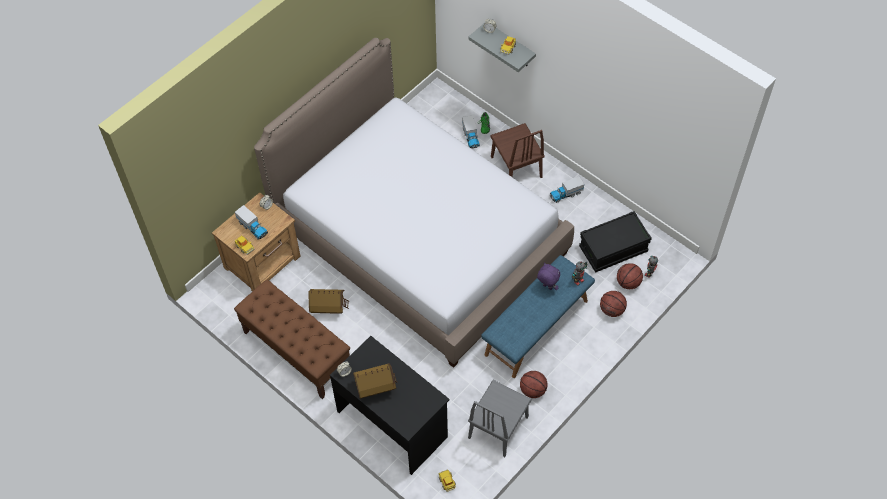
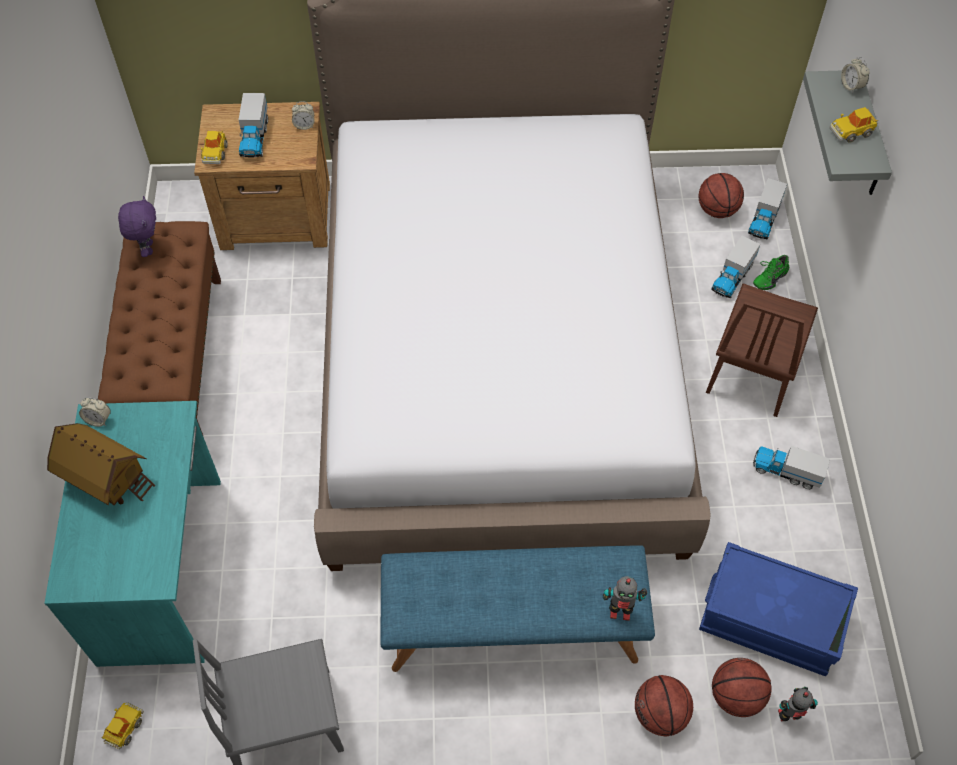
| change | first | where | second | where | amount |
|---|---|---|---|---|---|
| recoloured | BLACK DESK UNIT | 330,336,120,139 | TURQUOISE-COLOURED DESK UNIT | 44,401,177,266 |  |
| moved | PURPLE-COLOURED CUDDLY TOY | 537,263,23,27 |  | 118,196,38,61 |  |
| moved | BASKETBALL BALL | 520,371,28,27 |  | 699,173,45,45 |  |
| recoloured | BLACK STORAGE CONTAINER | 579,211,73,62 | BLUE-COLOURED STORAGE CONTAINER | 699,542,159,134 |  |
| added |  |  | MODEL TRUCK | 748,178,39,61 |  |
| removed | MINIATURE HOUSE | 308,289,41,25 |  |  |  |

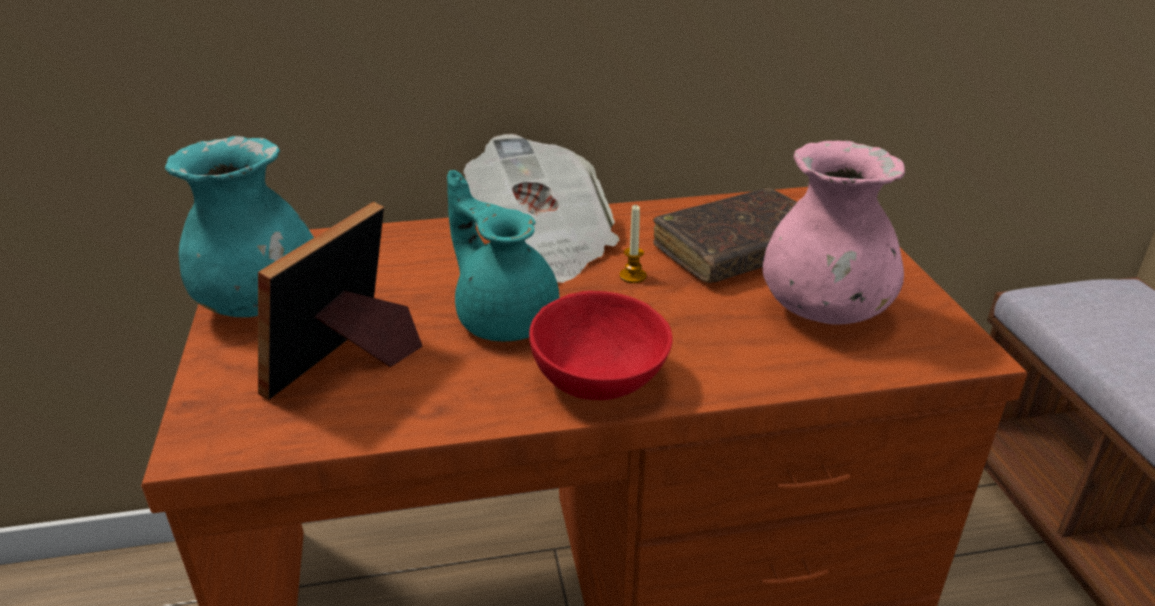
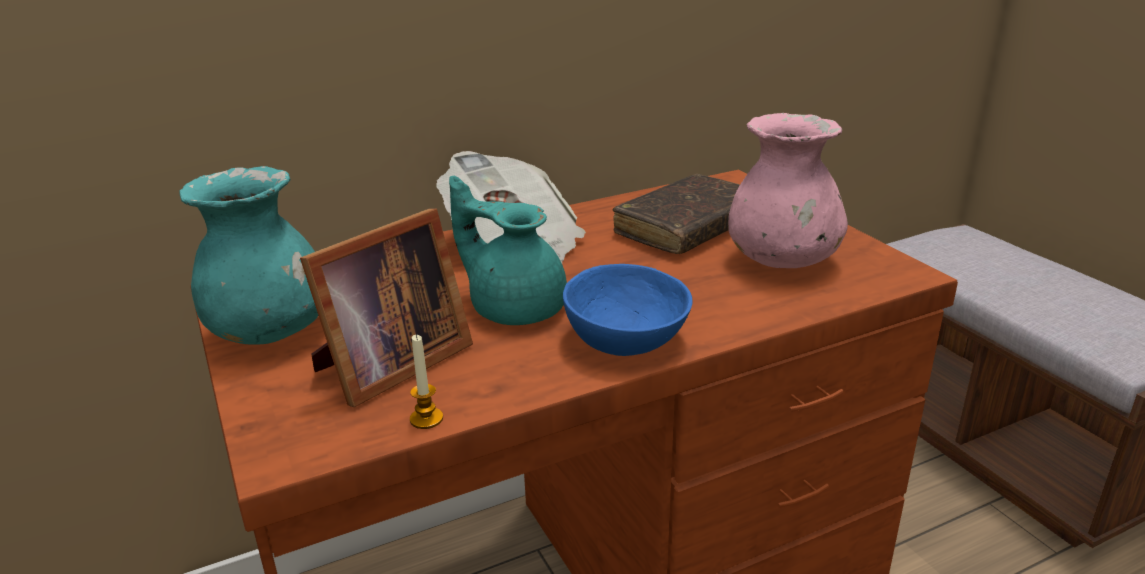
| change | first | where | second | where | amount |
|---|---|---|---|---|---|
| turned | PICTURE FRAME | 258,202,164,198 |  | 300,208,173,199 | 150 degrees counterclockwise |
| moved | WAX LIGHT | 620,205,27,78 |  | 410,334,33,95 |  |
| recoloured | RED SERVING BOWL | 529,291,144,109 | BLUE-COLOURED SERVING BOWL | 563,264,129,92 |  |

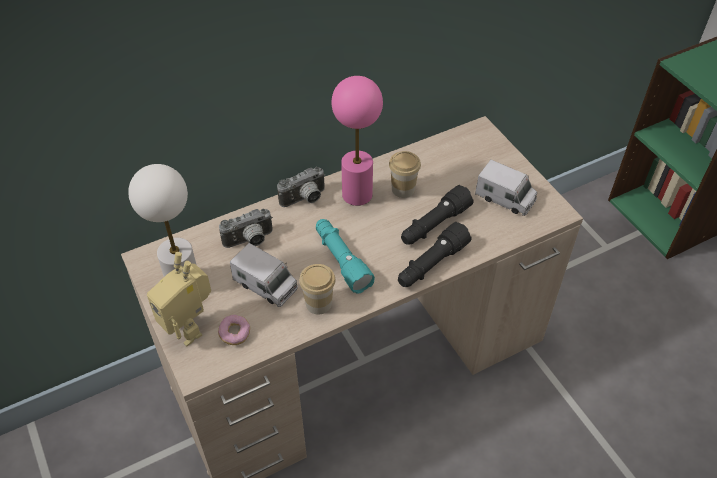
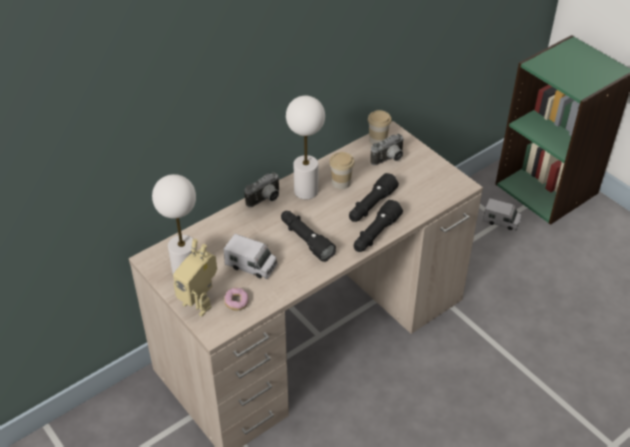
| change | first | where | second | where | amount |
|---|---|---|---|---|---|
| recoloured | TURQUOISE-COLOURED TORCH | 316,219,59,75 | BLACK TORCH | 281,211,55,51 |  |
| recoloured | PINK-COLOURED LAMP FOR A TABLE | 331,76,52,130 | WHITE-COLOURED LAMP FOR A TABLE | 286,96,39,104 |  |
| moved | DRINKING CUP | 299,264,36,51 |  | 368,110,24,35 |  |
| moved | STILL CAMERA | 219,208,54,40 |  | 370,134,34,31 |  |
| moved | MODEL TRUCK | 475,160,62,56 |  | 483,198,38,32 |  |

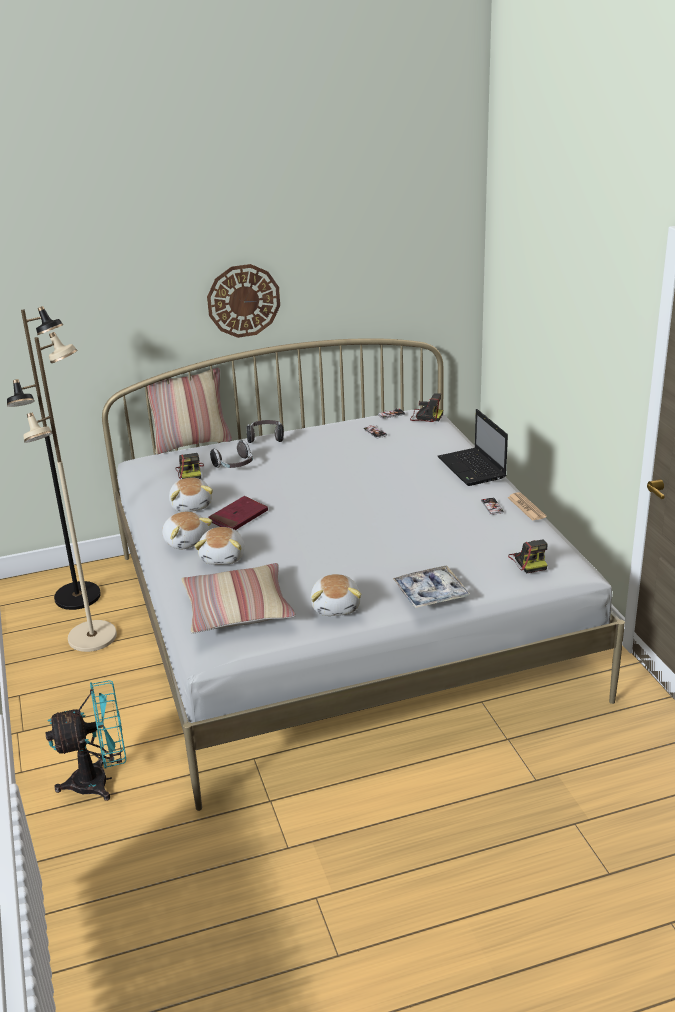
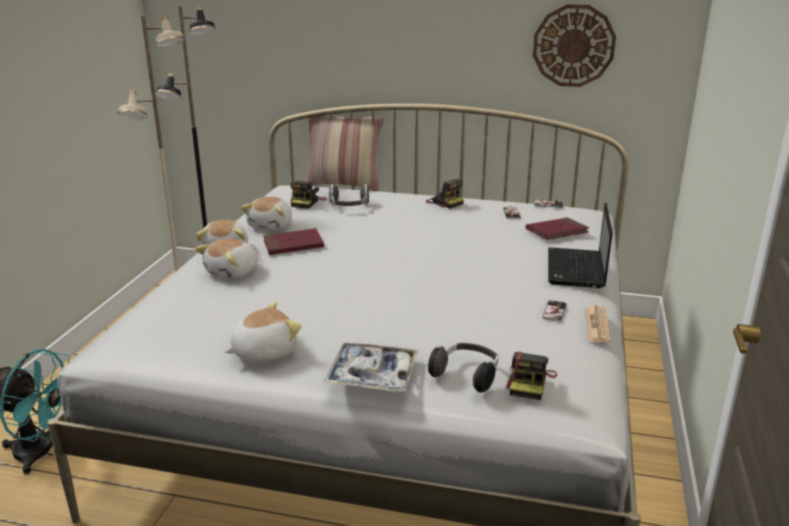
| change | first | where | second | where | amount |
|---|---|---|---|---|---|
| turned | CUDDLY TOY | 311,574,50,42 |  | 225,302,77,60 | 150 degrees counterclockwise |
| moved | STILL CAMERA | 410,393,33,29 |  | 426,179,38,29 |  |
| moved | HEADPHONES | 246,420,38,23 |  | 428,343,70,49 |  |
| added |  |  | RED VOLUME | 526,217,63,23 |  |
| moved | WALL CLOCK | 207,264,73,74 |  | 533,4,83,83 |  |
| removed | THROW PILLOW | 182,563,114,71 |  |  |  |

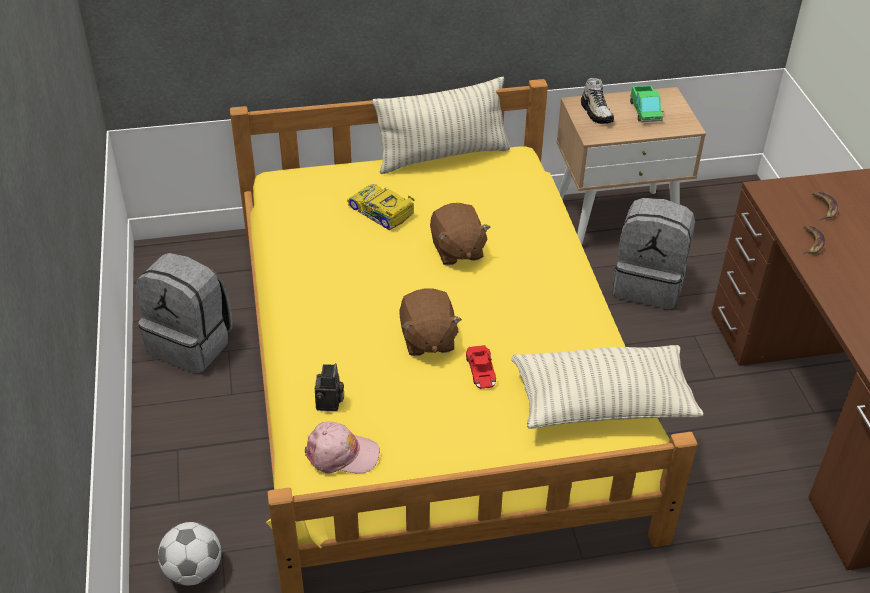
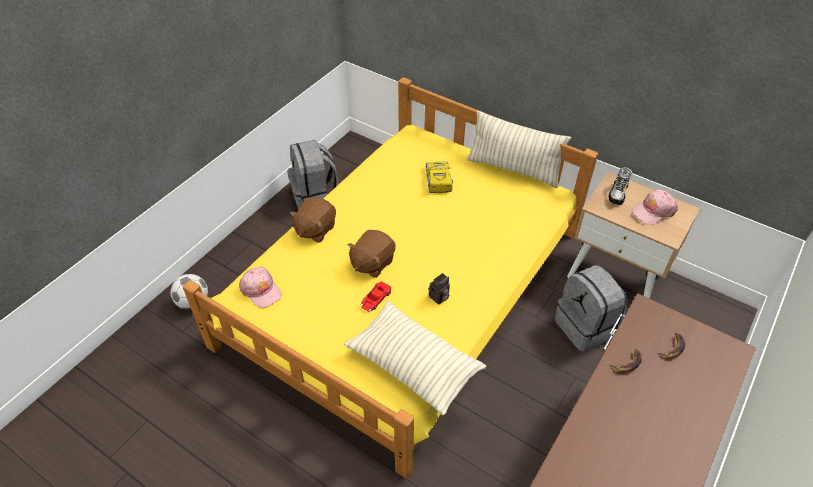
| change | first | where | second | where | amount |
|---|---|---|---|---|---|
| moved | BROWN CUDDLY TOY | 430,203,61,62 |  | 290,197,46,45 |  |
| moved | STILL CAMERA | 315,363,29,48 |  | 428,273,22,31 |  |
| replaced | MODEL TRUCK | 630,85,34,37 | PINK-COLOURED CAP | 632,190,46,35 |  |

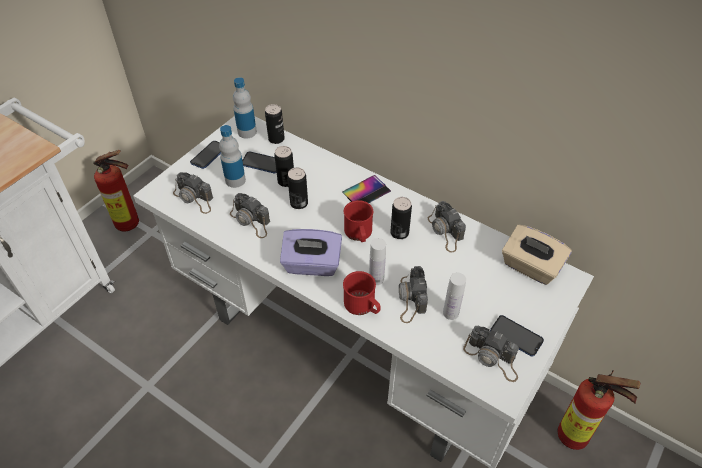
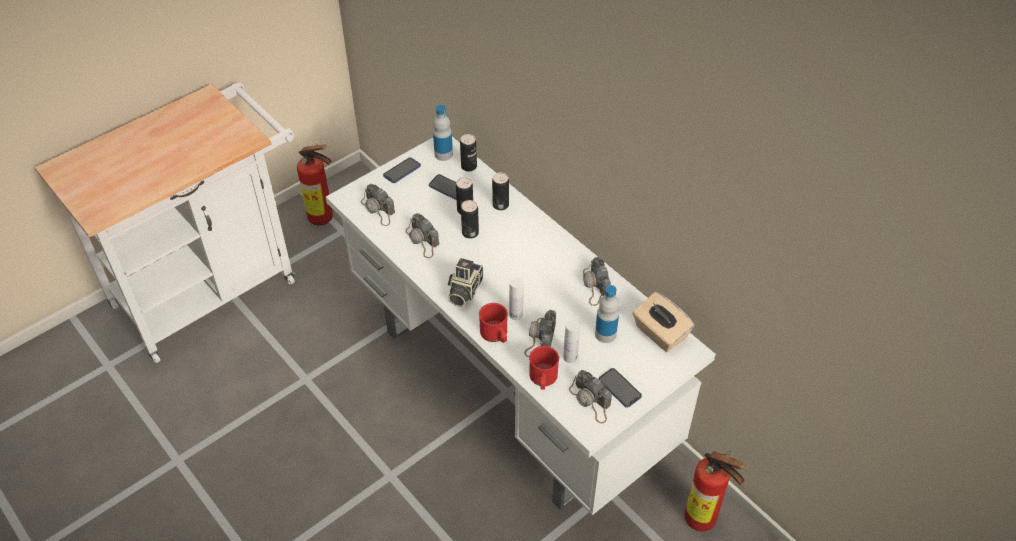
| change | first | where | second | where | amount |
|---|---|---|---|---|---|
| replaced | PURPLE-COLOURED TISSUE BOX | 280,229,62,47 | STILL CAMERA | 448,258,35,49 |  |
| moved | CAN | 391,197,21,42 |  | 492,172,17,38 |  |
| moved | RED COFFEE MUG | 344,200,29,42 |  | 529,346,30,44 |  |
| moved | DRINK BOTTLE | 219,125,27,63 |  | 595,285,24,58 |  |
| removed | TELEPHONE | 342,175,49,28 |  |  |  |

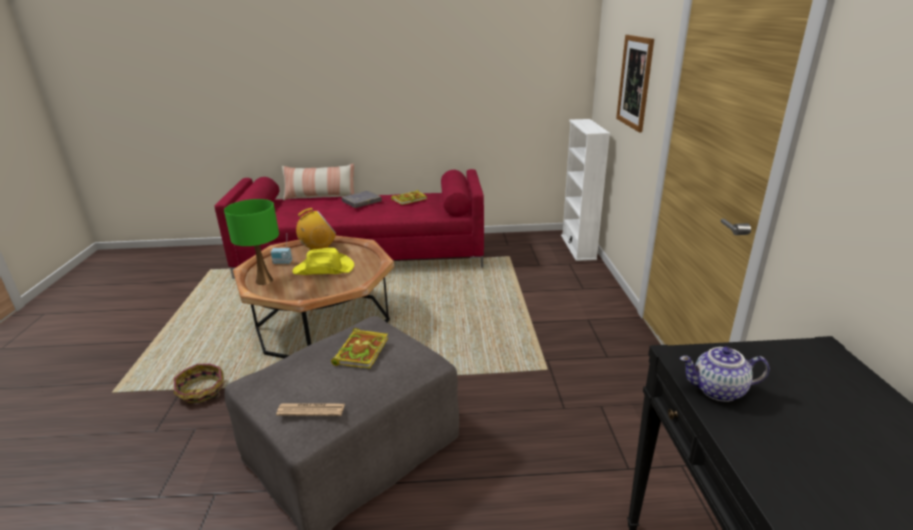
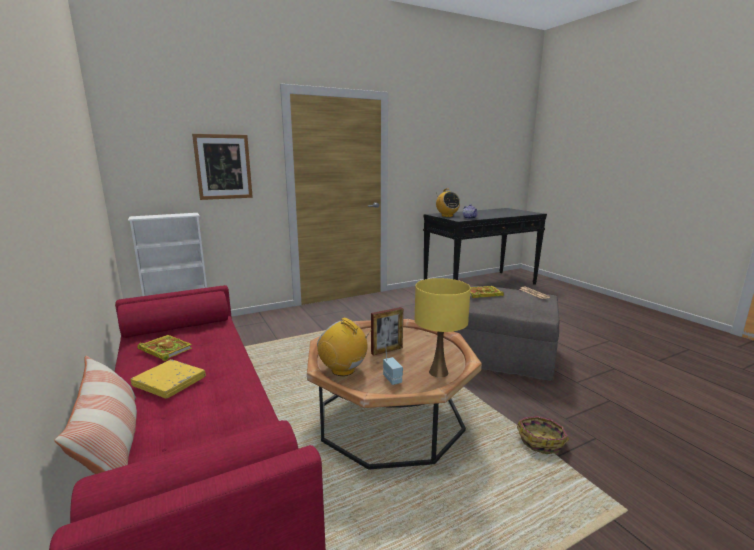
| change | first | where | second | where | amount |
|---|---|---|---|---|---|
| recoloured | GREYISH VOLUME | 342,191,40,17 | YELLOWISH VOLUME | 130,359,76,40 |  |
| replaced | YELLOWISH HAT | 293,248,61,27 | PICTURE FRAME | 371,307,32,49 |  |
| recoloured | GREEN LAMP FOR A TABLE | 224,199,55,86 | YELLOWISH LAMP FOR A TABLE | 415,278,56,100 |  |
| added |  |  | RADIO | 436,189,24,28 |  |

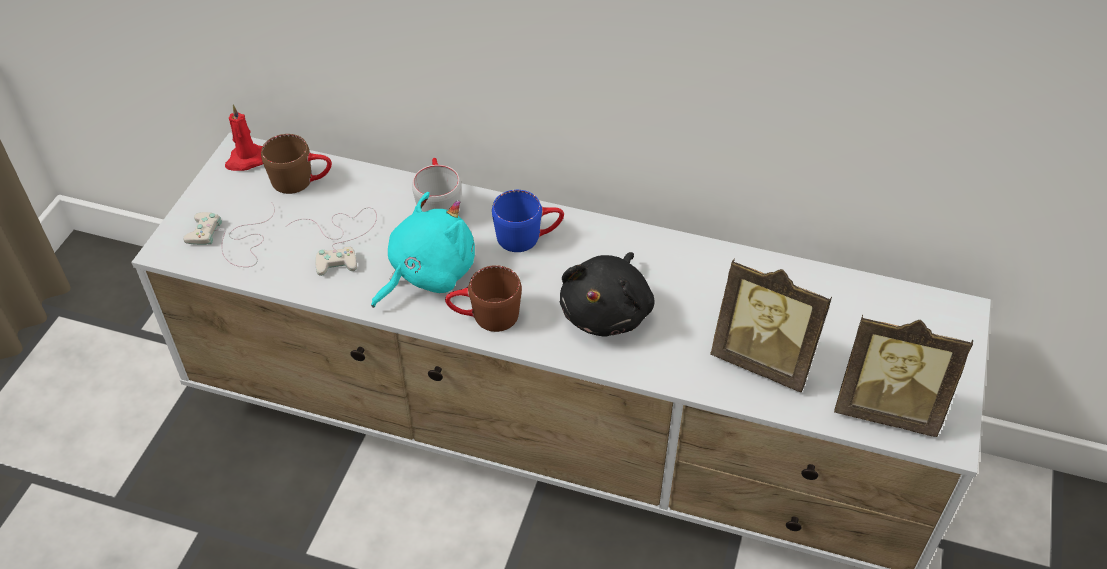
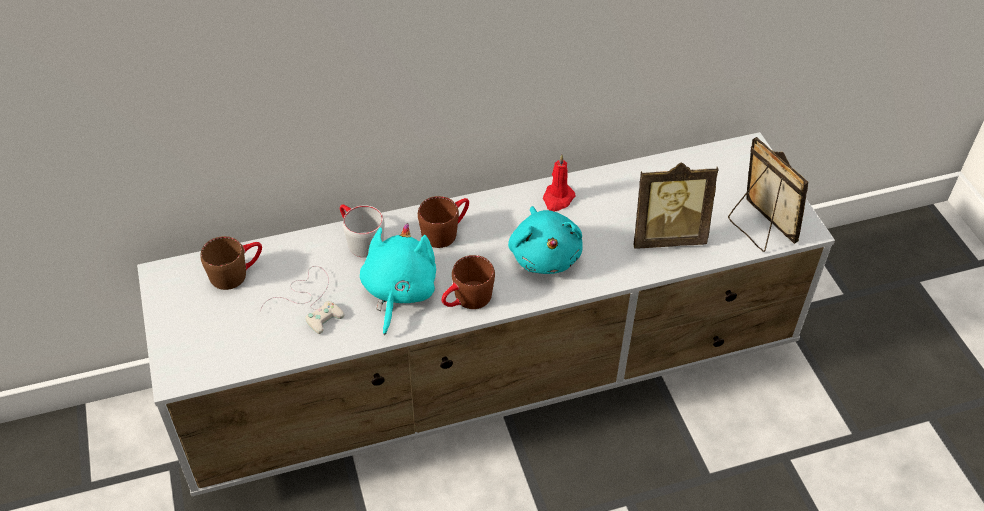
| change | first | where | second | where | amount |
|---|---|---|---|---|---|
| recoloured | BLUE-COLOURED COFFEE MUG | 492,190,72,62 | BROWN COFFEE MUG | 418,196,51,52 |  |
| recoloured | BLACK CUDDLY TOY | 560,252,94,84 | TURQUOISE-COLOURED CUDDLY TOY | 508,206,75,68 |  |
| moved | RED WAX LIGHT | 225,105,38,66 |  | 543,154,33,58 |  |
| turned | PICTURE FRAME | 834,314,139,123 |  | 728,137,81,115 | 105 degrees counterclockwise |
| removed | WHITE-COLOURED GAMEPAD | 183,202,92,65 |  |  |  |

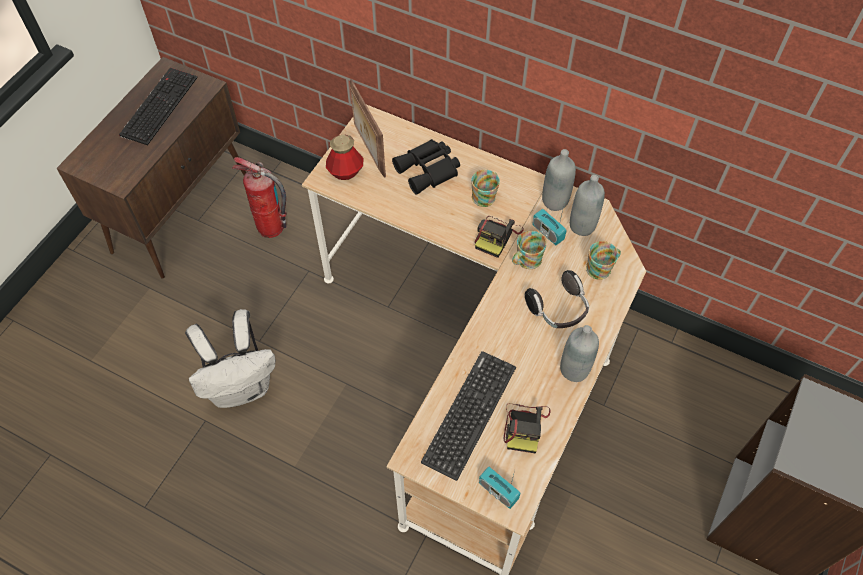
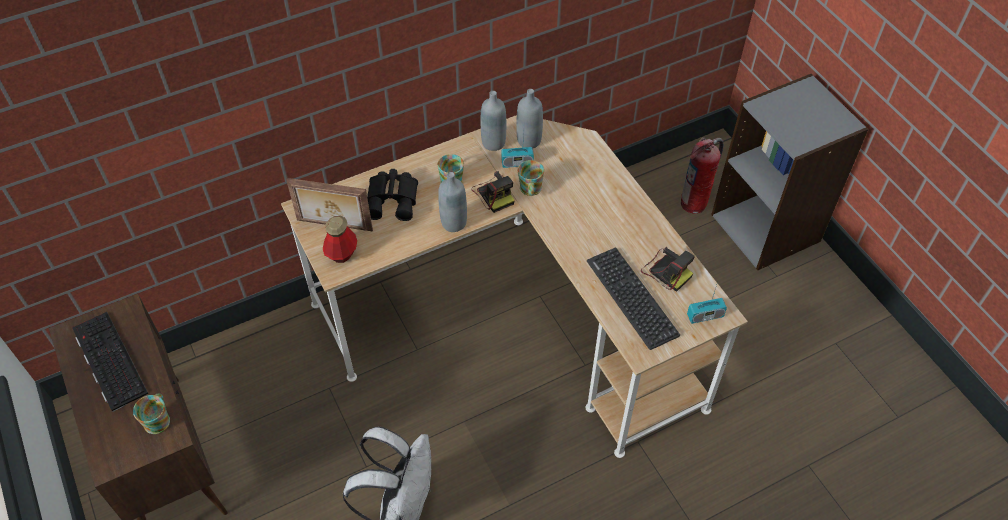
| change | first | where | second | where | amount |
|---|---|---|---|---|---|
| moved | COFFEE MUG | 586,241,35,39 |  | 133,393,37,41 |  |
| moved | GREYISH DRINK BOTTLE | 560,325,39,57 |  | 438,172,29,60 |  |
| moved | FIRE-FIGHTING CYLINDER | 232,157,55,81 |  | 681,137,43,77 |  |
| removed | HEADPHONES | 525,270,64,58 |  |  |  |

